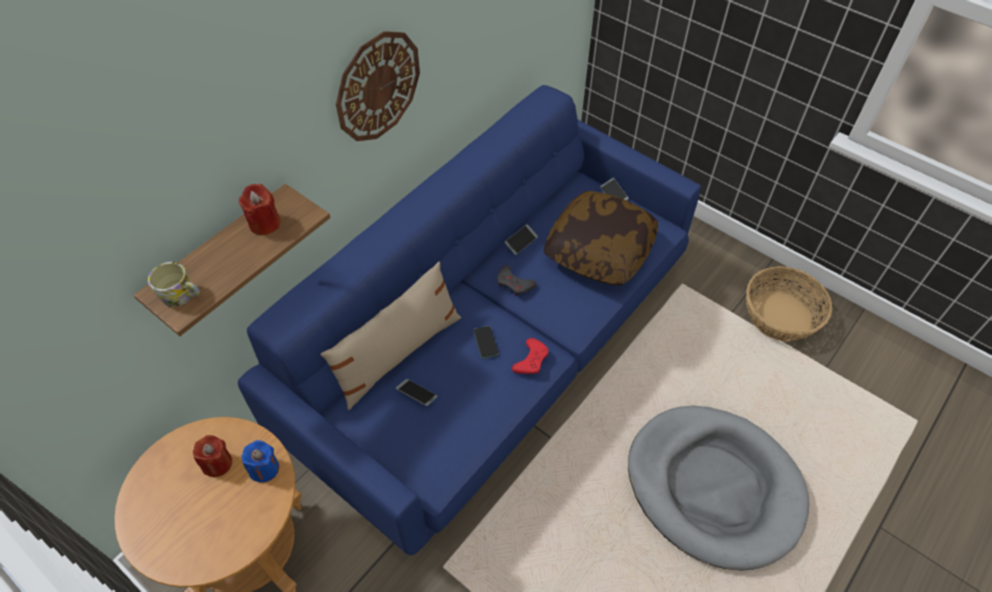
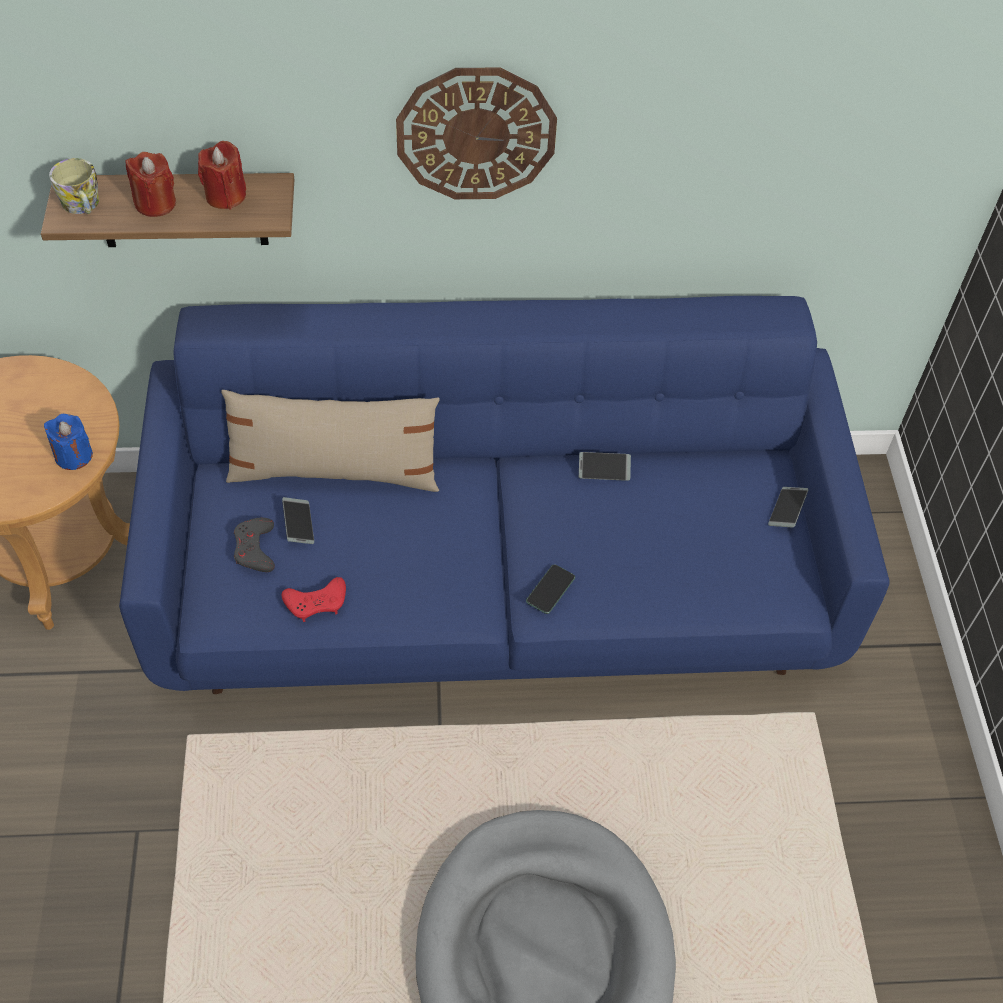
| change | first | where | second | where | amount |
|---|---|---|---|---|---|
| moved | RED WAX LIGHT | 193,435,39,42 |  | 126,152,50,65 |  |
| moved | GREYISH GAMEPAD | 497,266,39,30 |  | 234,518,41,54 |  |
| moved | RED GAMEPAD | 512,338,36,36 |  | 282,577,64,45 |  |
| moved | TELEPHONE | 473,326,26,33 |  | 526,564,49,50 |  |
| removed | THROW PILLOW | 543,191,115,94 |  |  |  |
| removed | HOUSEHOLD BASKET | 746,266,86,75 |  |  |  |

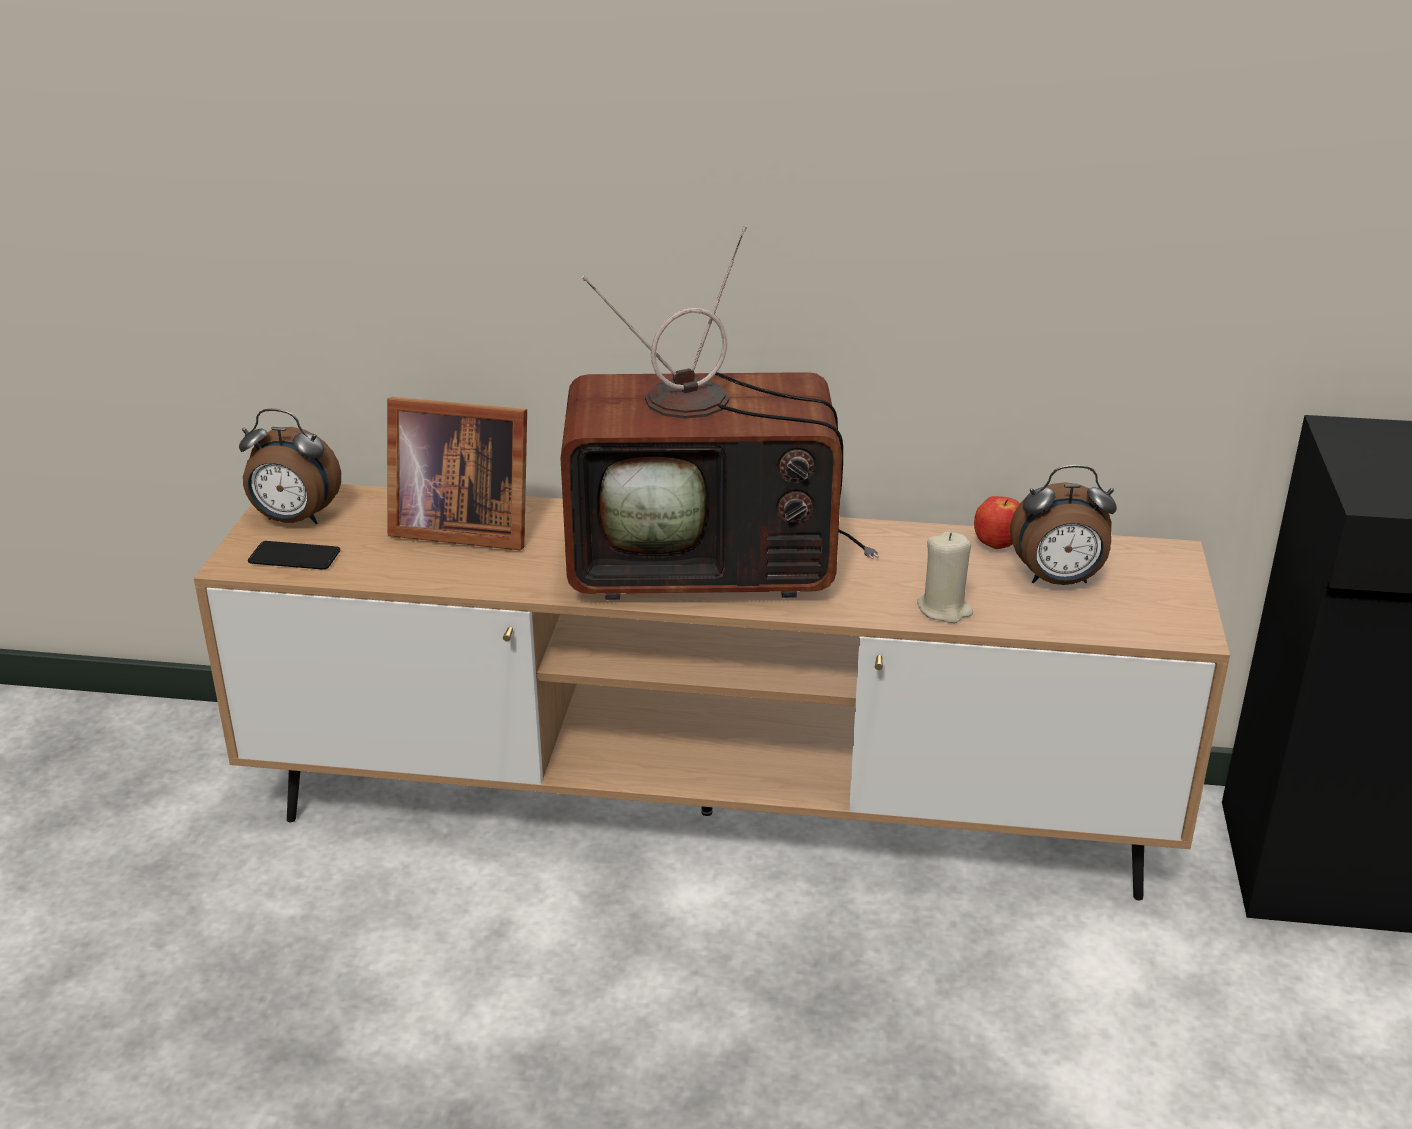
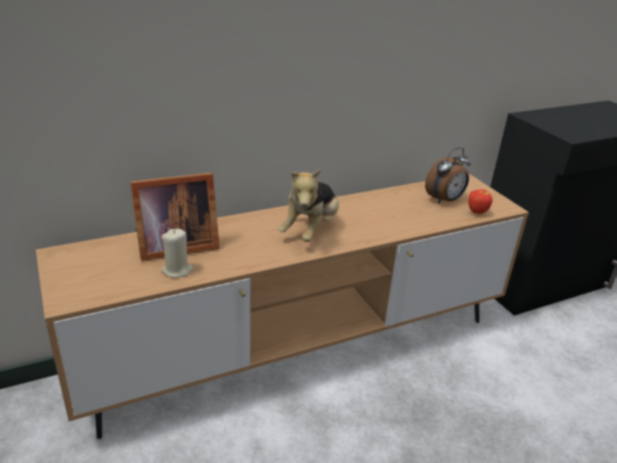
| change | first | where | second | where | amount |
|---|---|---|---|---|---|
| moved | BEIGE WAX LIGHT | 917,532,56,91 |  | 162,229,32,49 |  |
| replaced | TV | 560,226,319,374 | CUDDLY TOY | 278,168,61,74 |  |
| moved | APPLE | 974,496,46,53 |  | 468,189,25,25 |  |
| removed | TABLE CLOCK | 239,409,102,115 |  |  |  |
| removed | TELEPHONE | 248,541,92,29 |  |  |  |

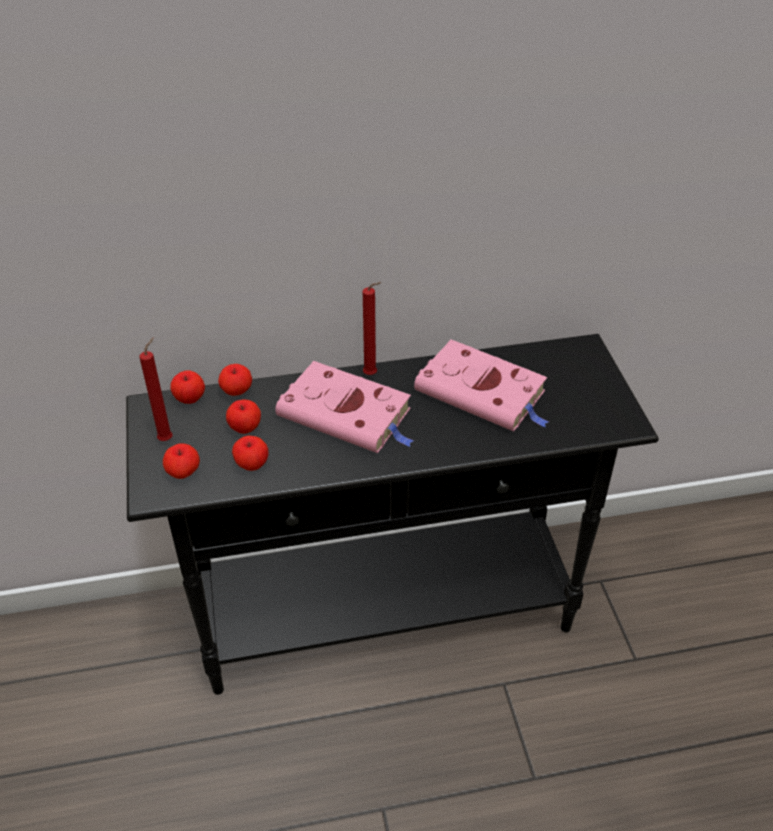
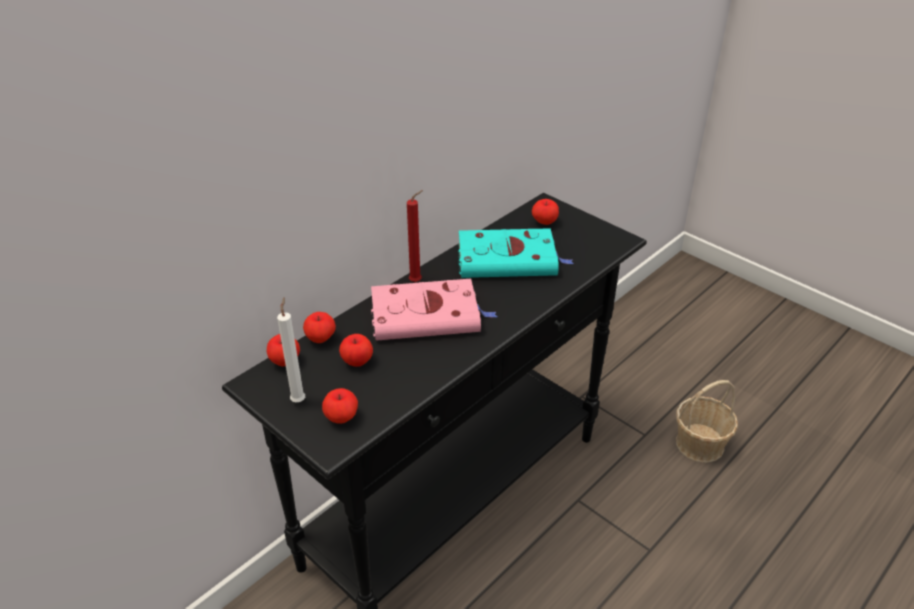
| change | first | where | second | where | amount |
|---|---|---|---|---|---|
| recoloured | RED WAX LIGHT | 139,337,33,104 | WHITE-COLOURED WAX LIGHT | 277,297,28,105 |  |
| recoloured | PINK-COLOURED VOLUME | 414,339,135,92 | TURQUOISE-COLOURED VOLUME | 458,228,116,50 |  |
| moved | APPLE | 232,436,37,35 |  | 532,199,27,26 |  |
| added |  |  | HOUSEHOLD BASKET | 676,380,62,83 |  |

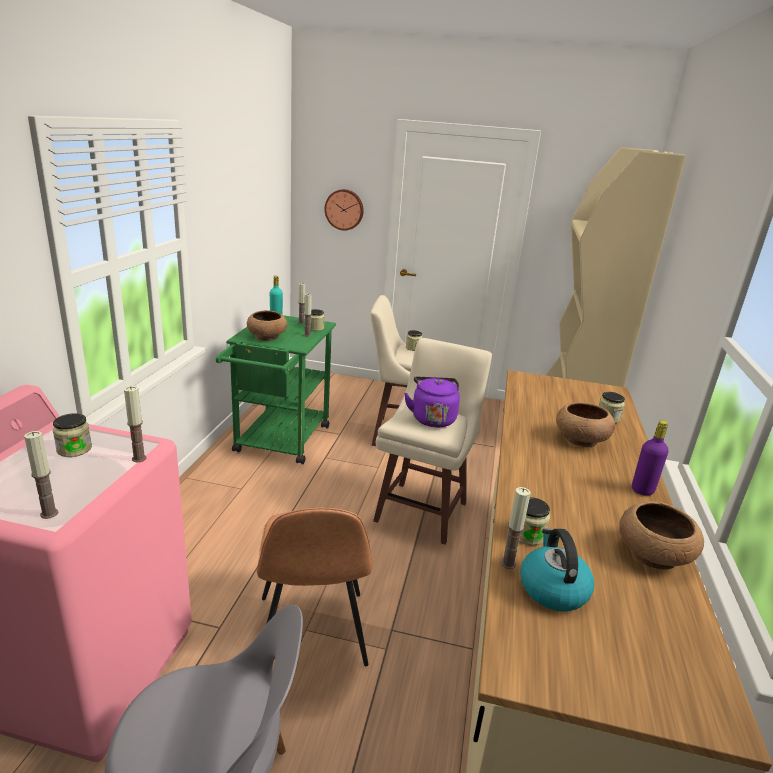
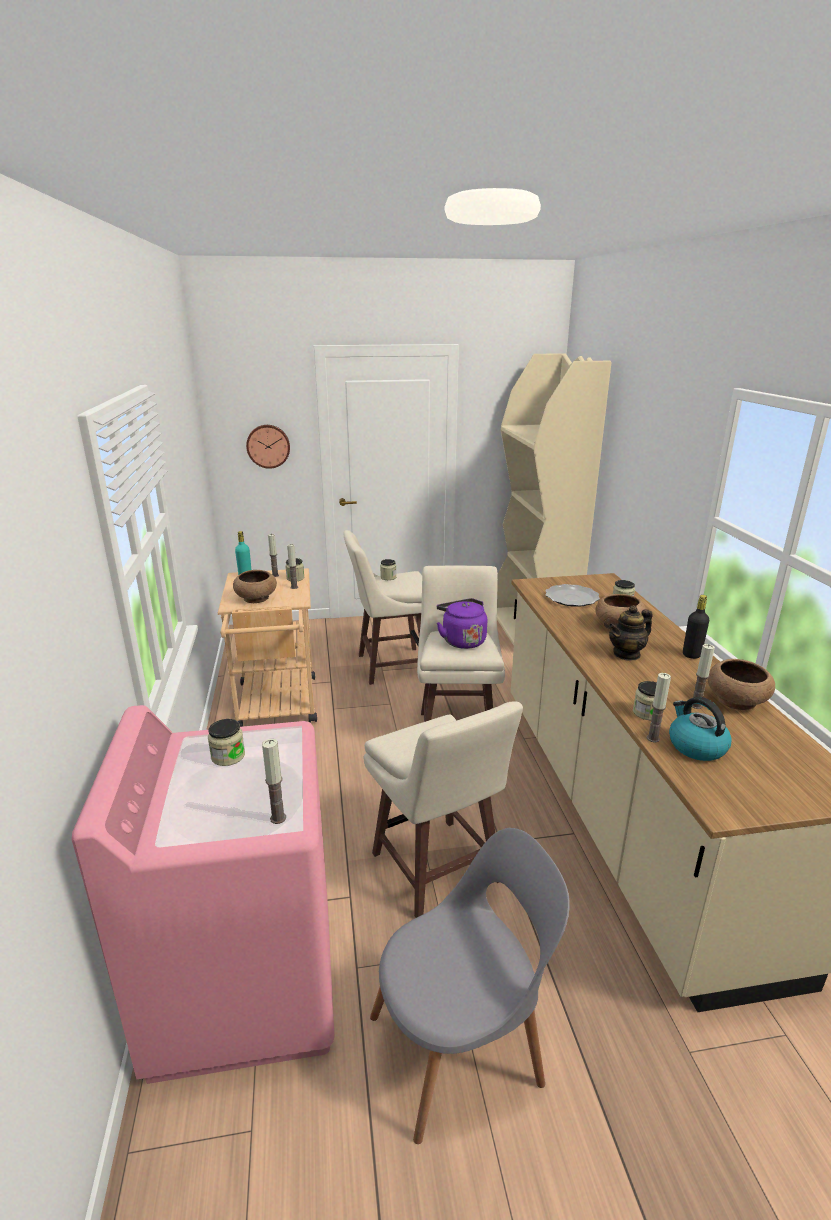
| change | first | where | second | where | amount |
|---|---|---|---|---|---|
| recoloured | GREEN CART | 216,315,120,150 | BEIGE CART | 218,568,99,159 |  |
| replaced | BROWN CHAIR | 257,508,116,158 | BEIGE SITTING STOOL | 364,701,159,217 |  |
| added |  |  | PLATE | 545,584,55,23 |  |
| added |  |  | POT FOR TEA | 609,605,44,56 |  |
| recoloured | PURPLE-COLOURED DRINK BOTTLE | 632,420,37,76 | BLACK DRINK BOTTLE | 683,595,26,64 |  |
| moved | WAX LIGHT | 124,386,23,76 |  | 692,644,23,65 |  |

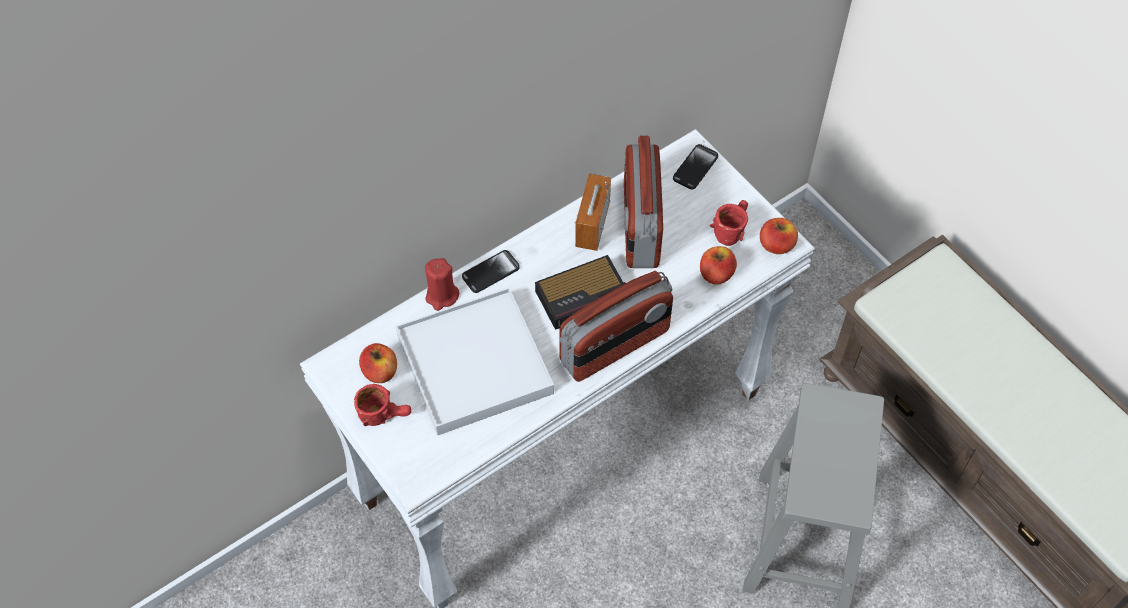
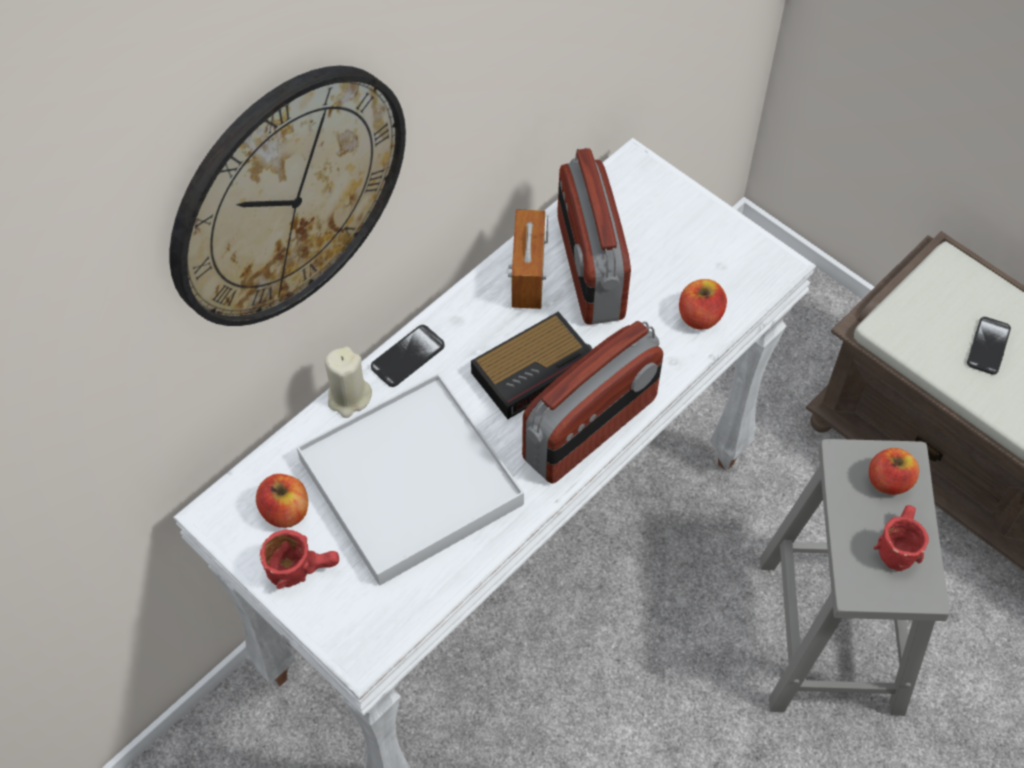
| change | first | where | second | where | amount |
|---|---|---|---|---|---|
| added |  |  | WALL CLOCK | 170,66,236,260 |  |
| recoloured | RED WAX LIGHT | 425,258,34,53 | BEIGE WAX LIGHT | 324,347,48,71 |  |
| moved | APPLE | 760,218,38,36 |  | 869,448,50,47 |  |
| moved | RED COFFEE MUG | 710,200,38,46 |  | 874,505,55,66 |  |
| moved | TELEPHONE | 673,144,45,45 |  | 967,317,44,58 |  |

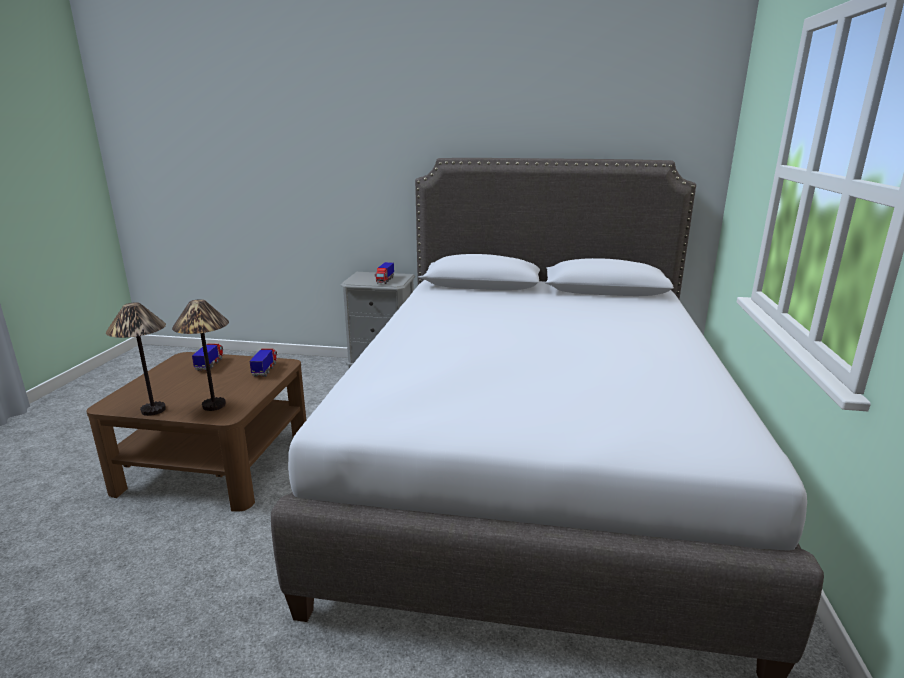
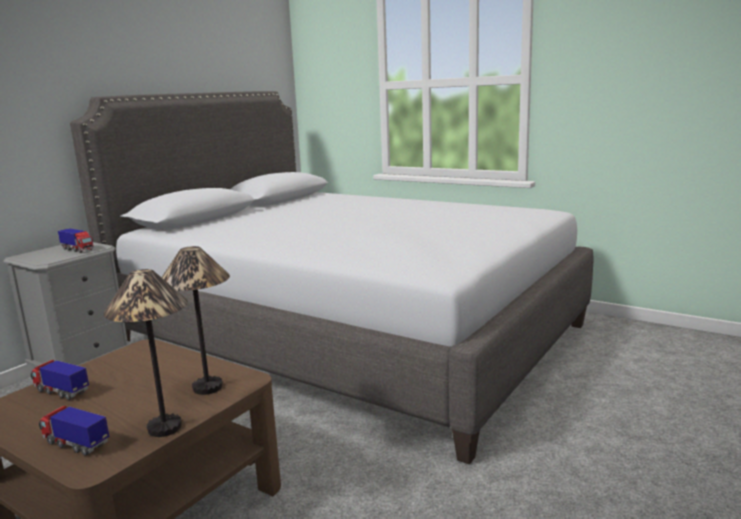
| change | first | where | second | where | amount |
|---|---|---|---|---|---|
| moved | MODEL TRUCK | 250,348,27,29 |  | 39,406,70,50 |  |

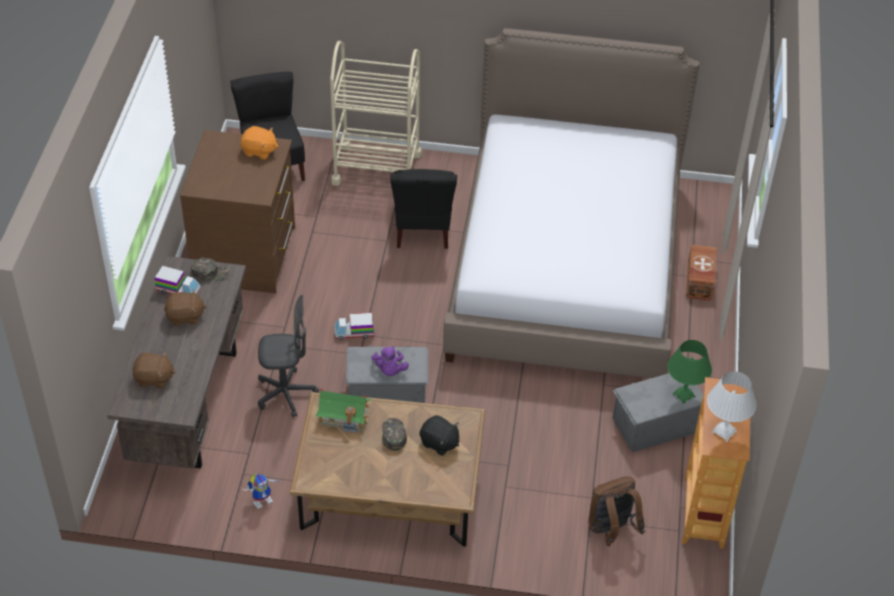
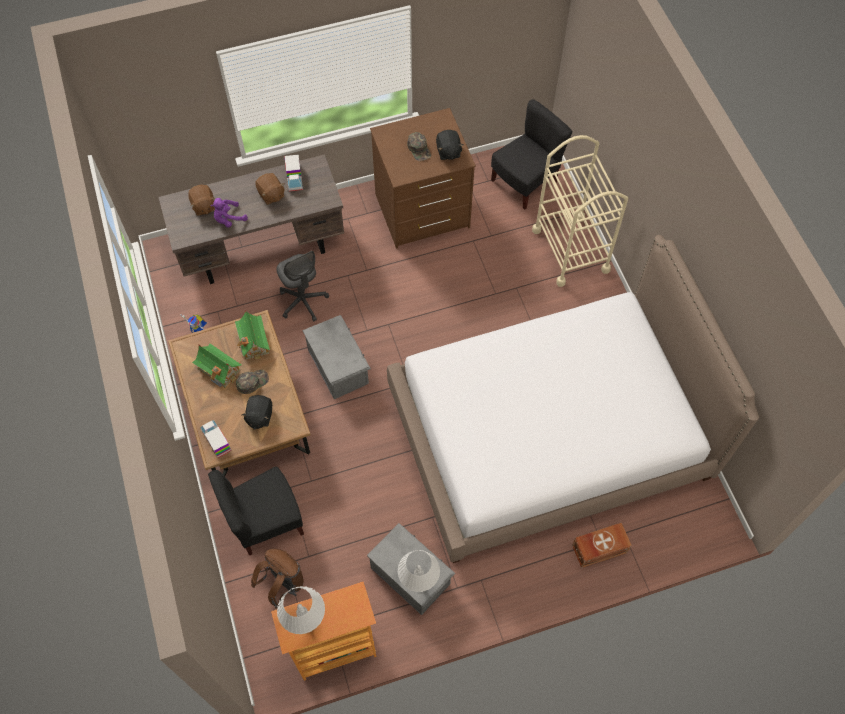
| change | first | where | second | where | amount |
|---|---|---|---|---|---|
| added |  |  | MINIATURE HOUSE | 192,343,49,44 |  |
| moved | MODEL TRUCK | 334,313,40,27 |  | 200,420,32,38 |  |
| moved | BLACK CHAIR | 390,169,67,80 |  | 208,466,96,90 |  |
| moved | PURPLE-COLOURED CUDDLY TOY | 371,346,38,30 |  | 211,198,37,30 |  |
| recoloured | GREEN LAMP FOR A TABLE | 667,340,45,64 | WHITE-COLOURED LAMP FOR A TABLE | 398,550,42,42 |  |
| moved | GREEN CAP | 191,258,39,23 |  | 407,132,24,29 |  |
| recoloured | ORANGE CUDDLY TOY | 241,126,37,34 | BLACK CUDDLY TOY | 436,130,27,30 |  |

